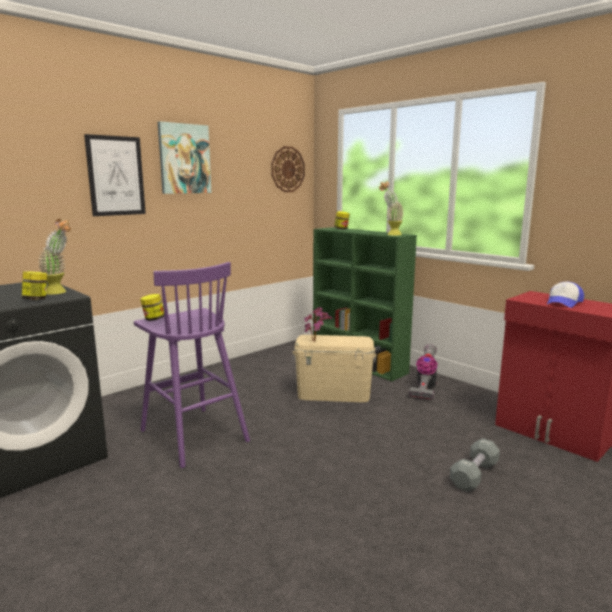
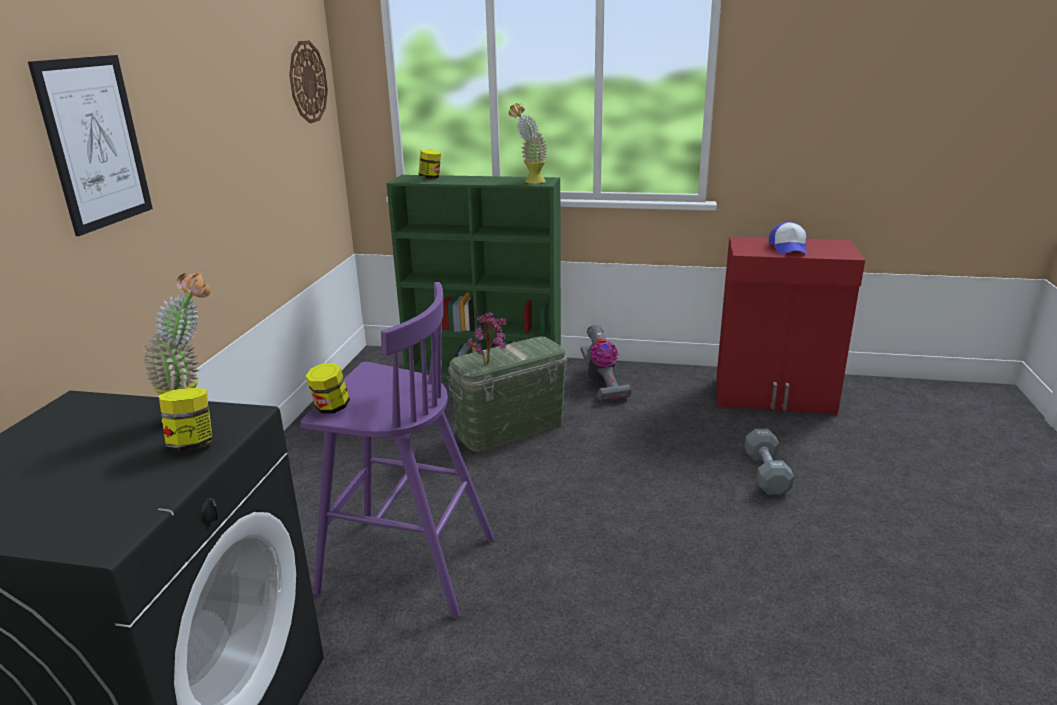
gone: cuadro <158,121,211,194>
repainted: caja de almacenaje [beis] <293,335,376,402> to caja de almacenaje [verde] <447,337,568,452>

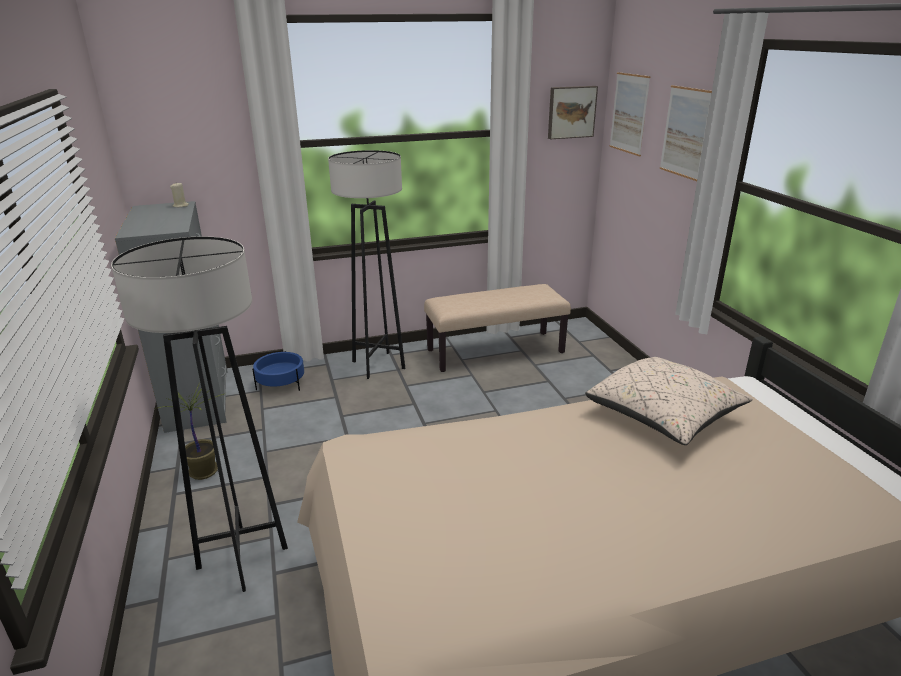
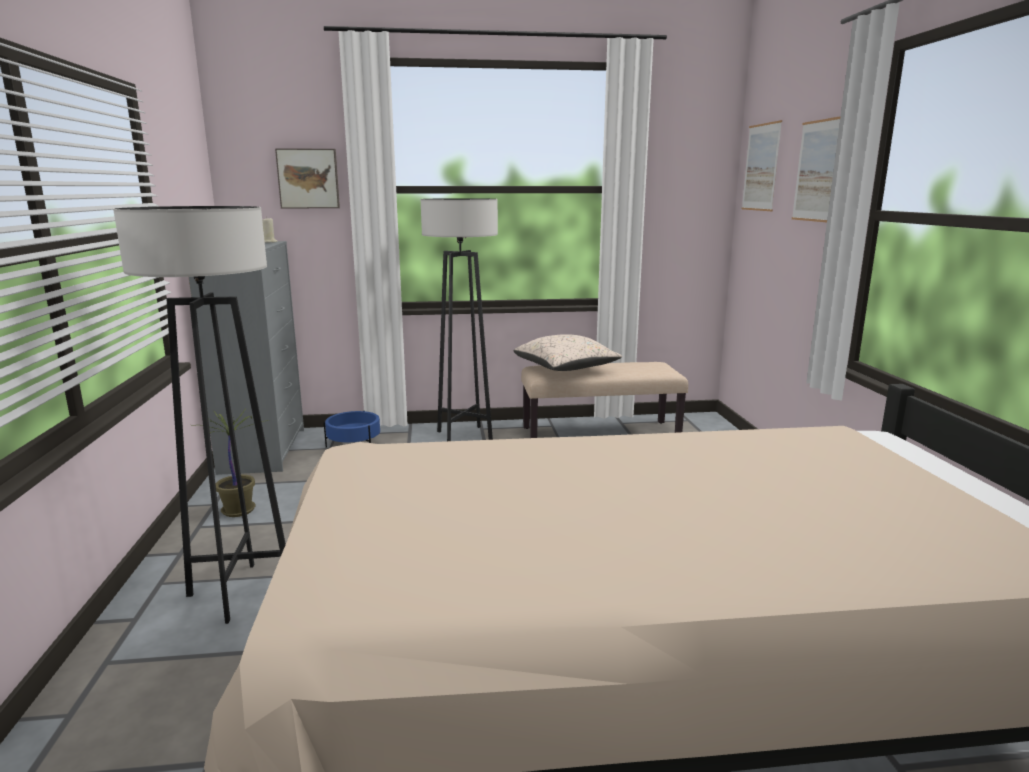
shifted: cuadro <548,86,598,139> to <275,148,340,208>; cojín [beis] <585,357,753,445> to <514,334,622,371>

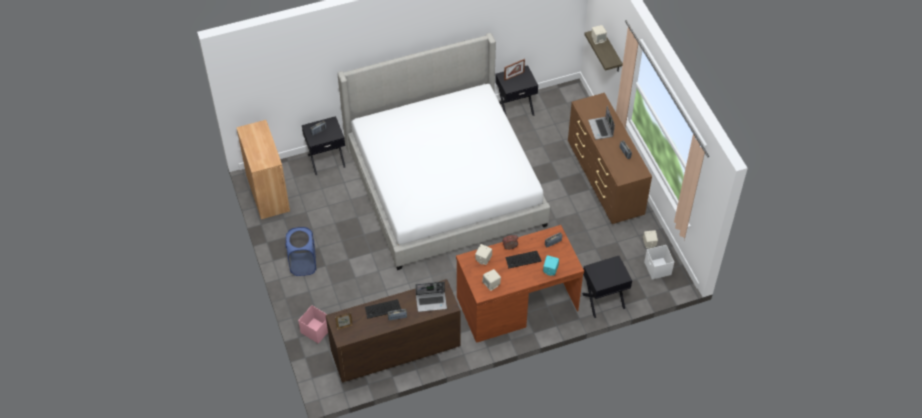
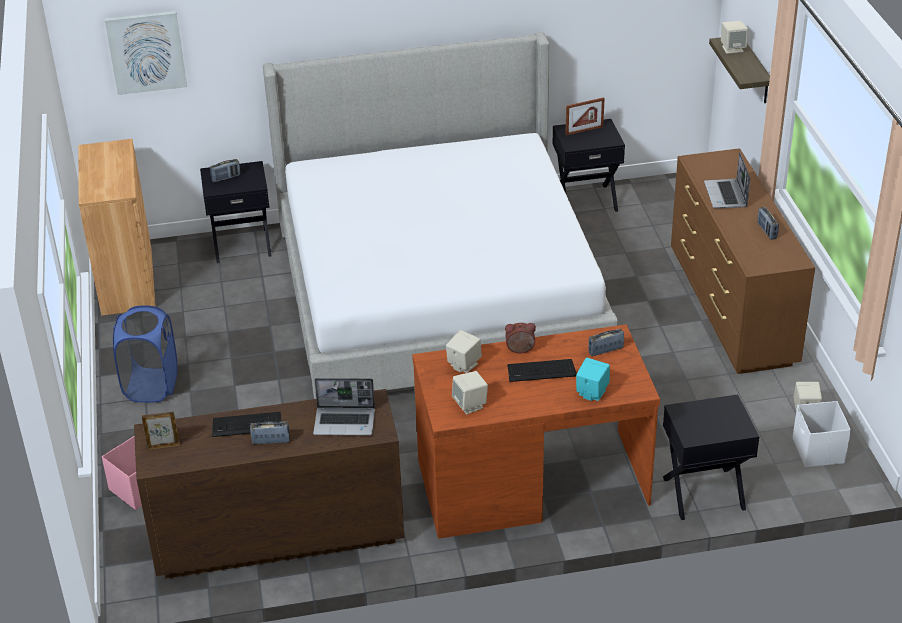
new: cuadro <105,11,187,95>

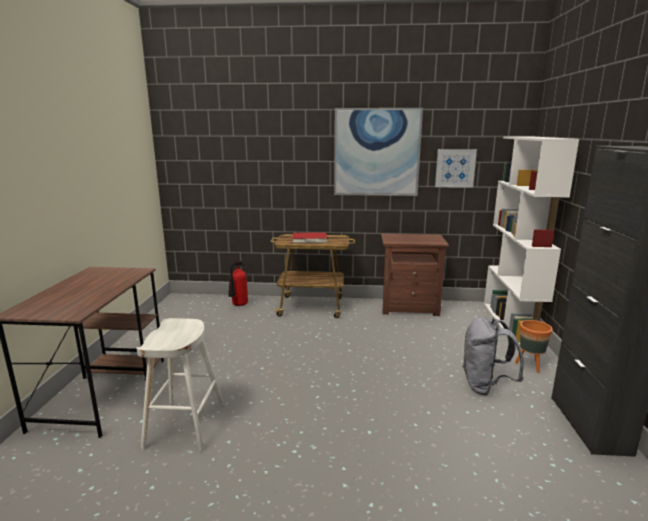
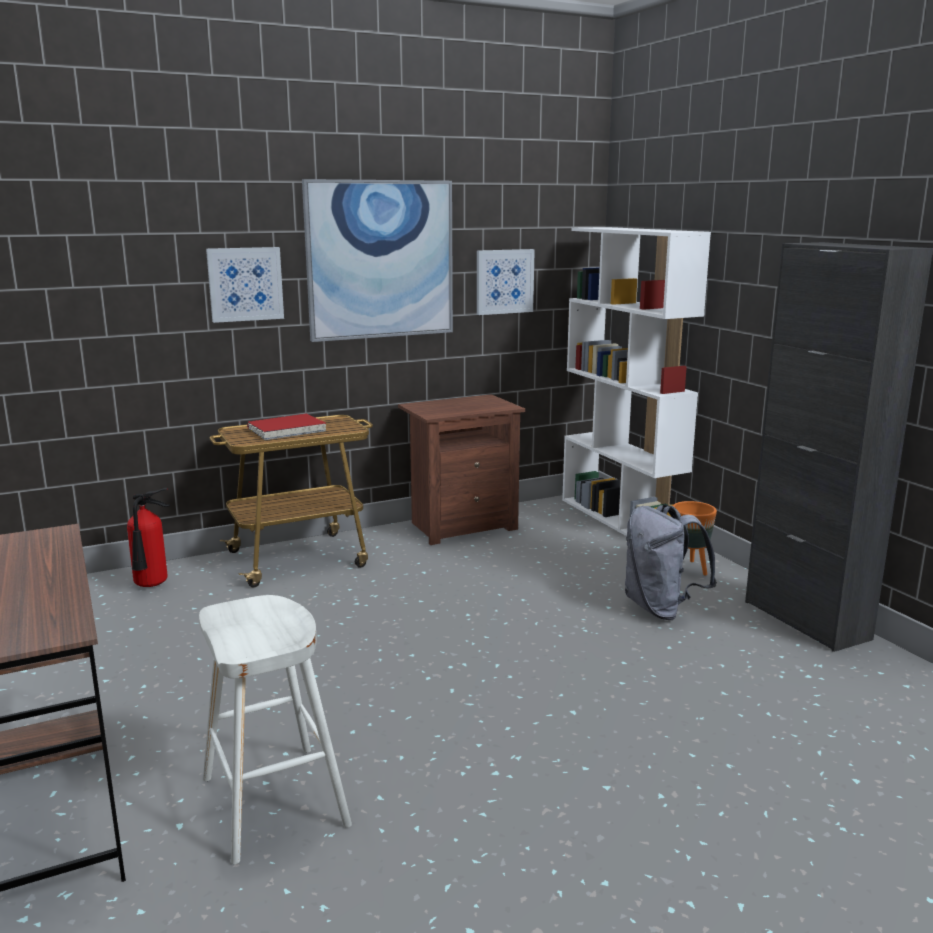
new: cuadro <206,247,284,323>

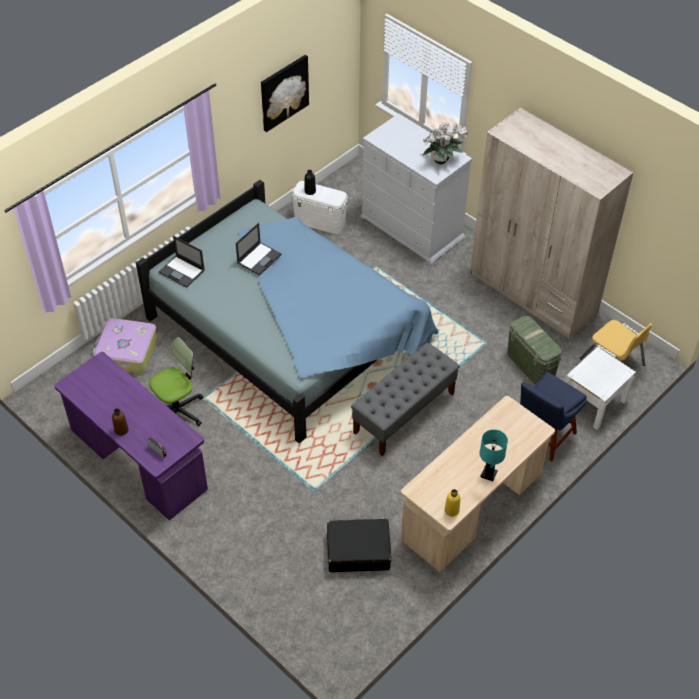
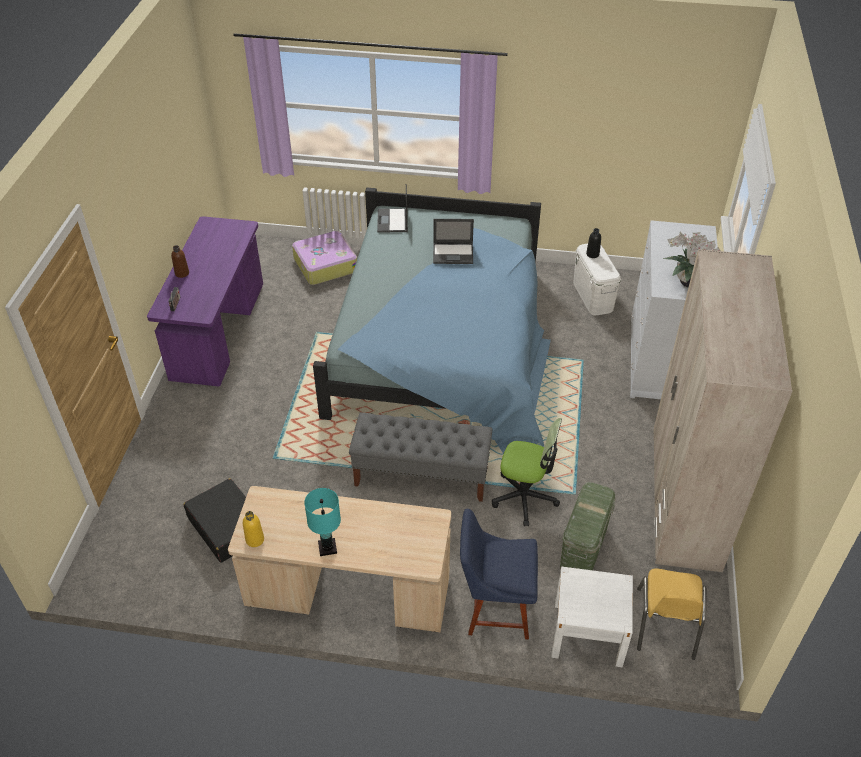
gone: cuadro <261,55,309,132>
shifted: silla de oficina <149,337,203,426> to <492,418,562,526>

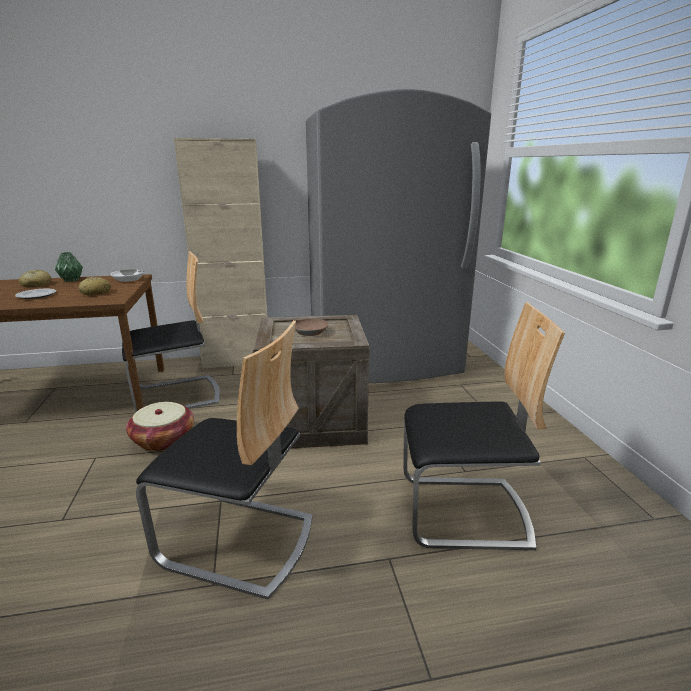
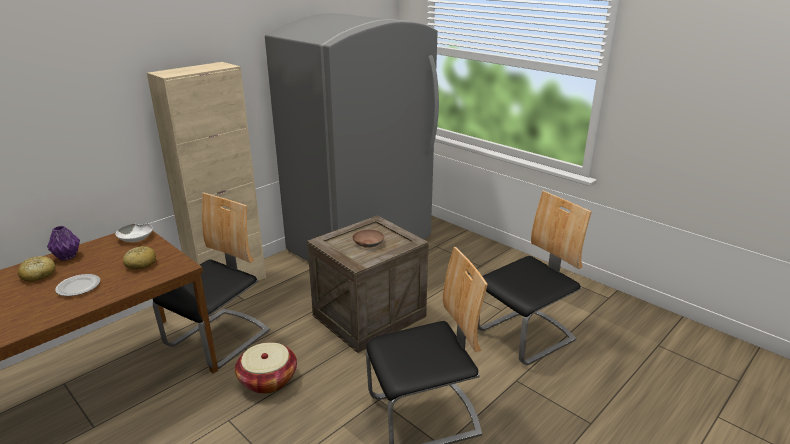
repainted: florero [verde] <55,252,83,282> to florero [morado] <47,226,80,260>

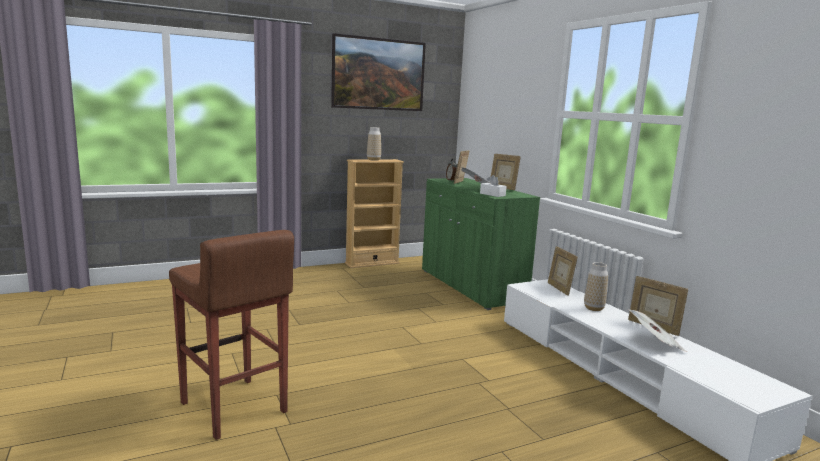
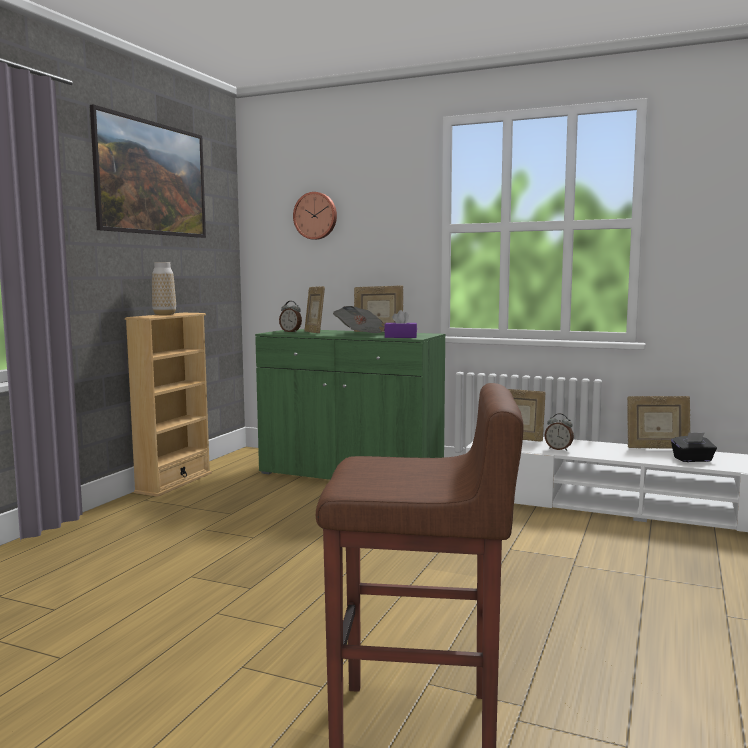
gone: florero <584,262,608,311>
new: reloj de pared <293,192,337,240>; despertador <545,413,574,451>
swapped: periódico <628,309,687,352> to caja de pañuelos [negro] <671,433,717,462>
repainted: caja de pañuelos [blanco] <480,175,507,197> to caja de pañuelos [morado] <384,310,417,338>

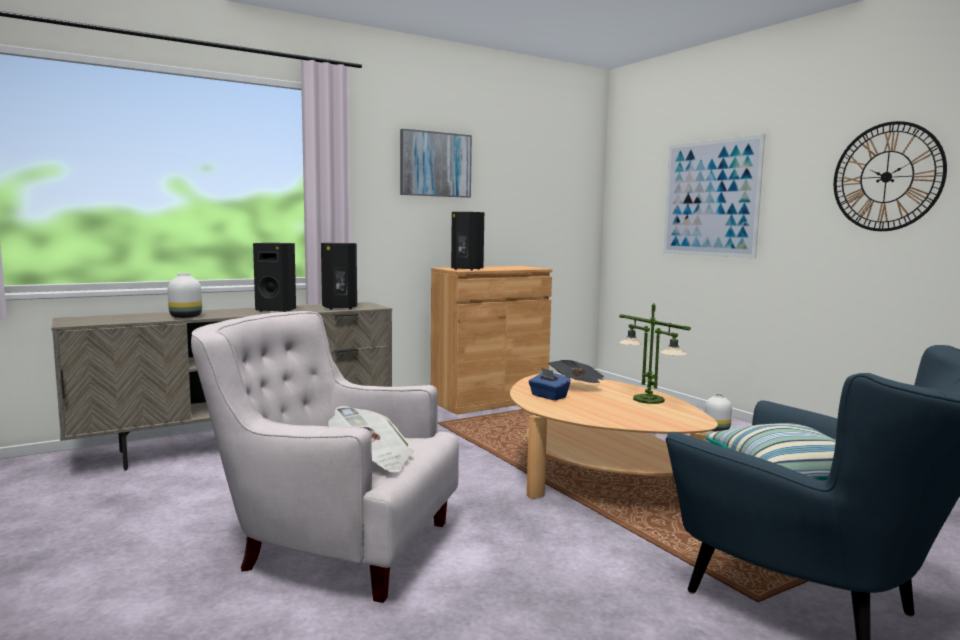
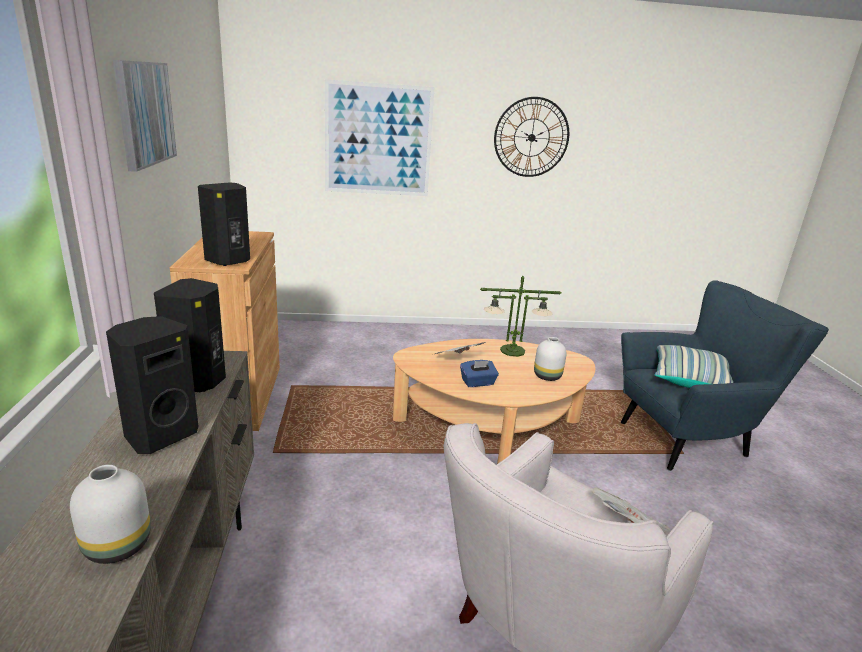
shifted: florero [blanco] <705,393,732,432> to <534,337,566,381>

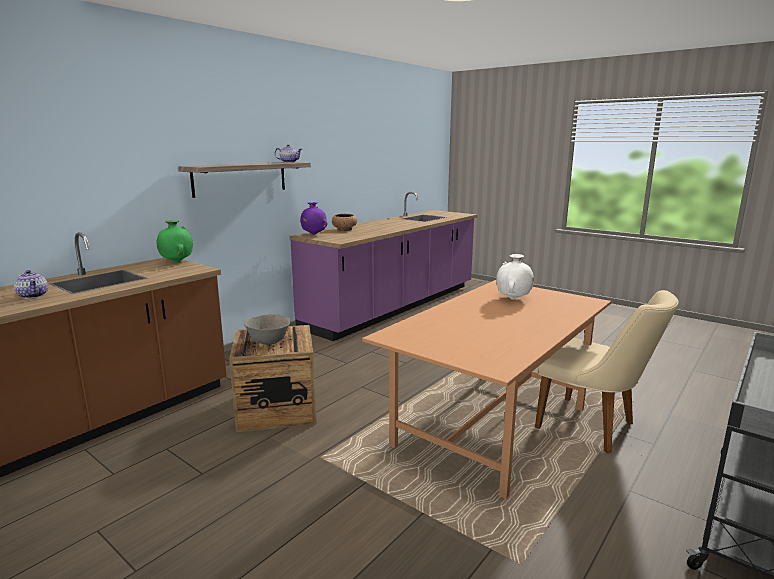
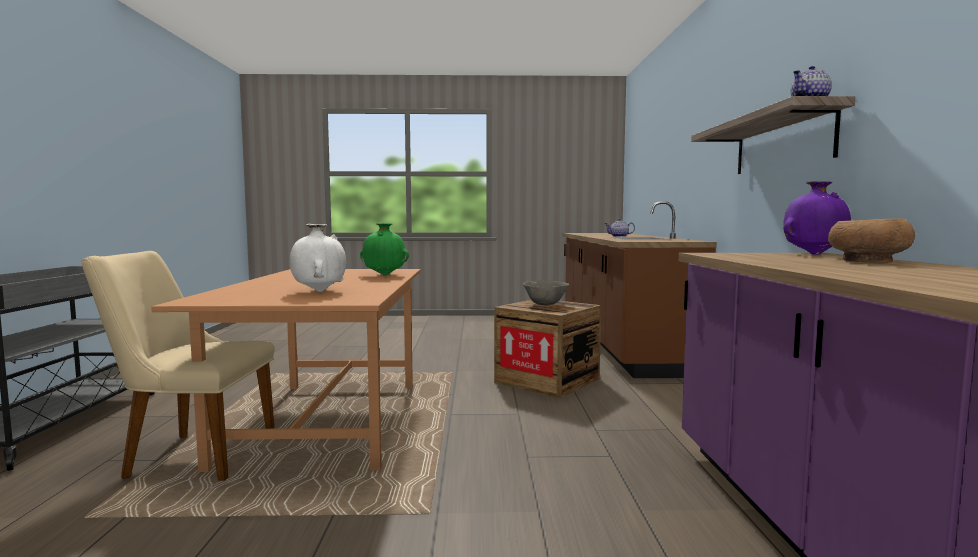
shifted: florero [verde] <157,220,193,263> to <360,223,409,276>

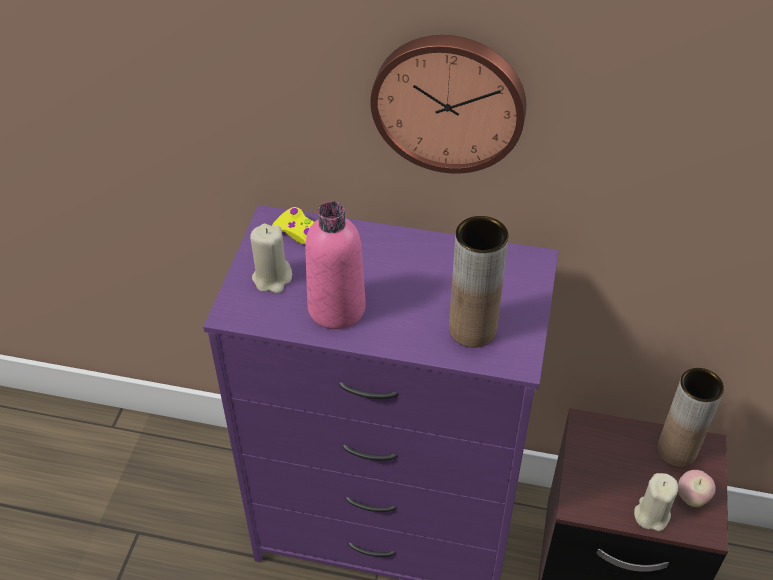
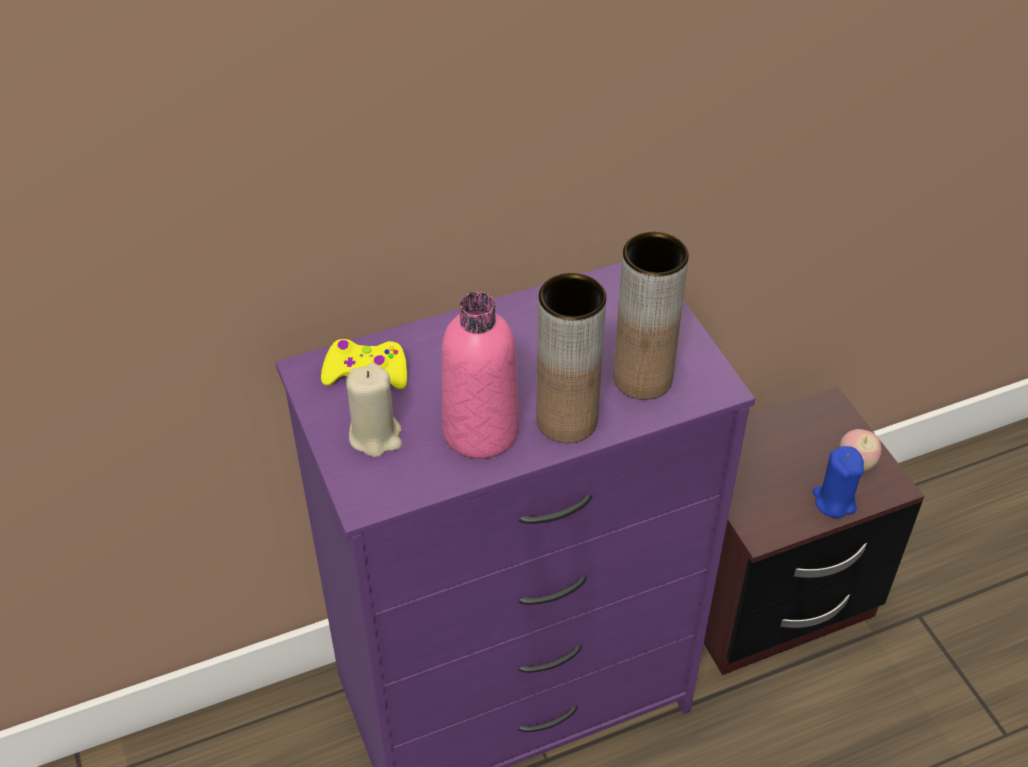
gone: reloj de pared <370,35,526,174>
shifted: florero [marrón] <657,368,724,467> to <536,273,606,443>
repainted: vela [beis] <634,473,678,531> to vela [azul] <812,446,864,518>

